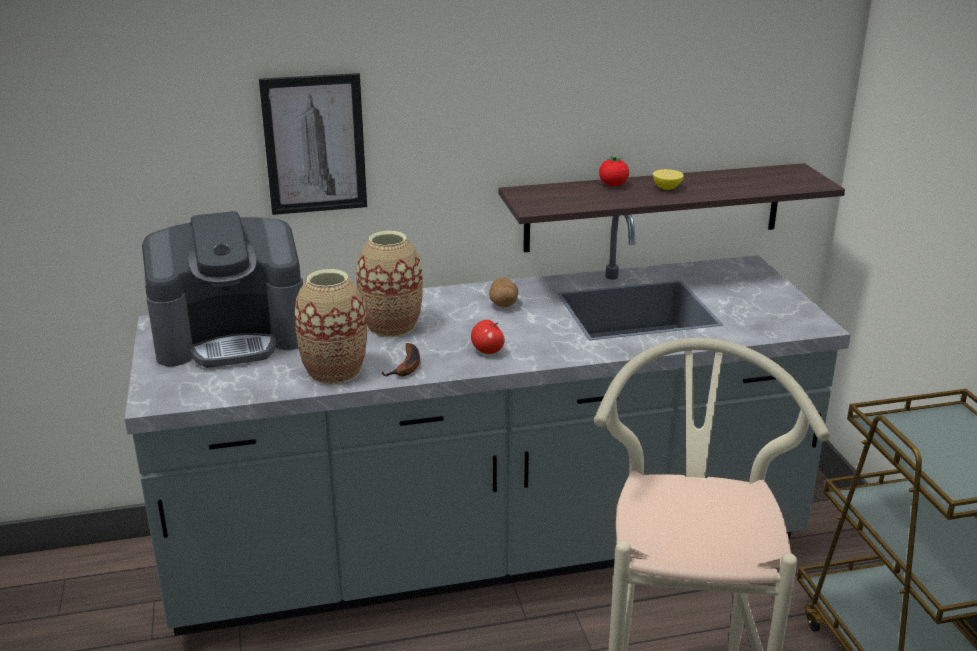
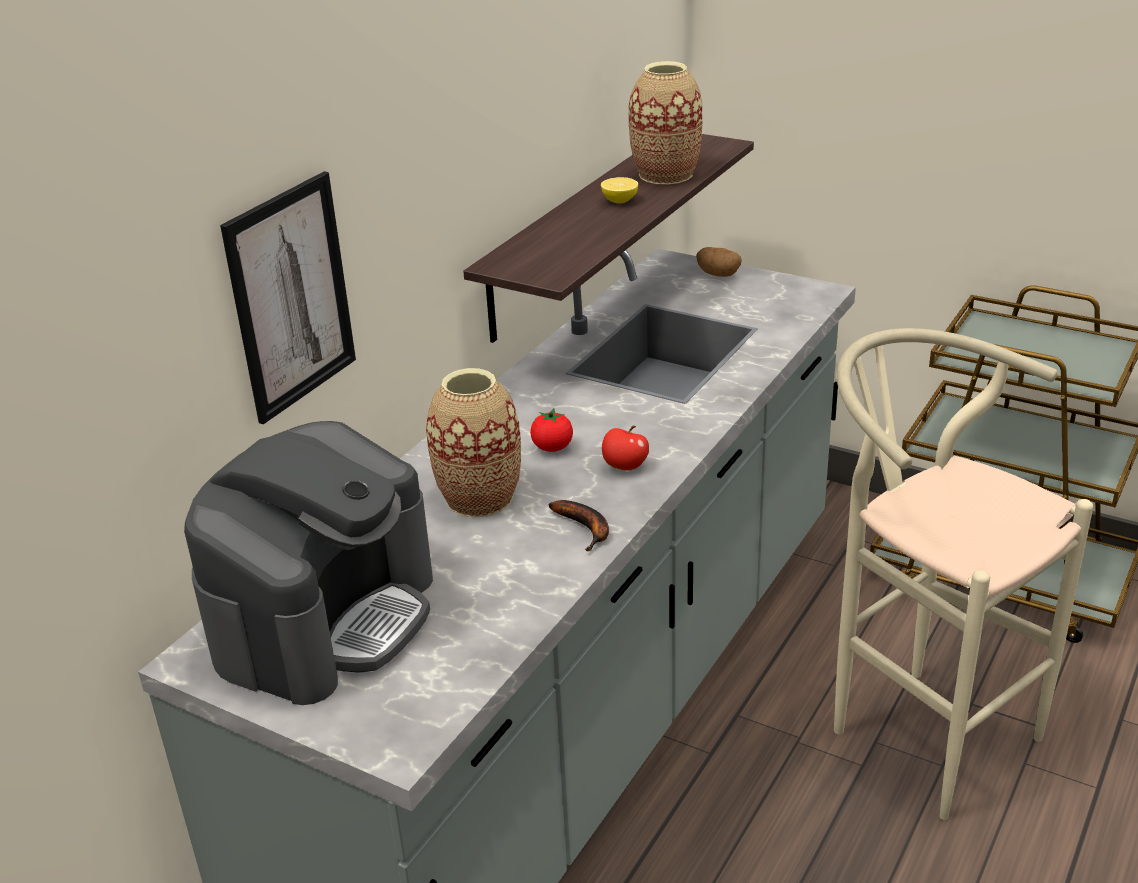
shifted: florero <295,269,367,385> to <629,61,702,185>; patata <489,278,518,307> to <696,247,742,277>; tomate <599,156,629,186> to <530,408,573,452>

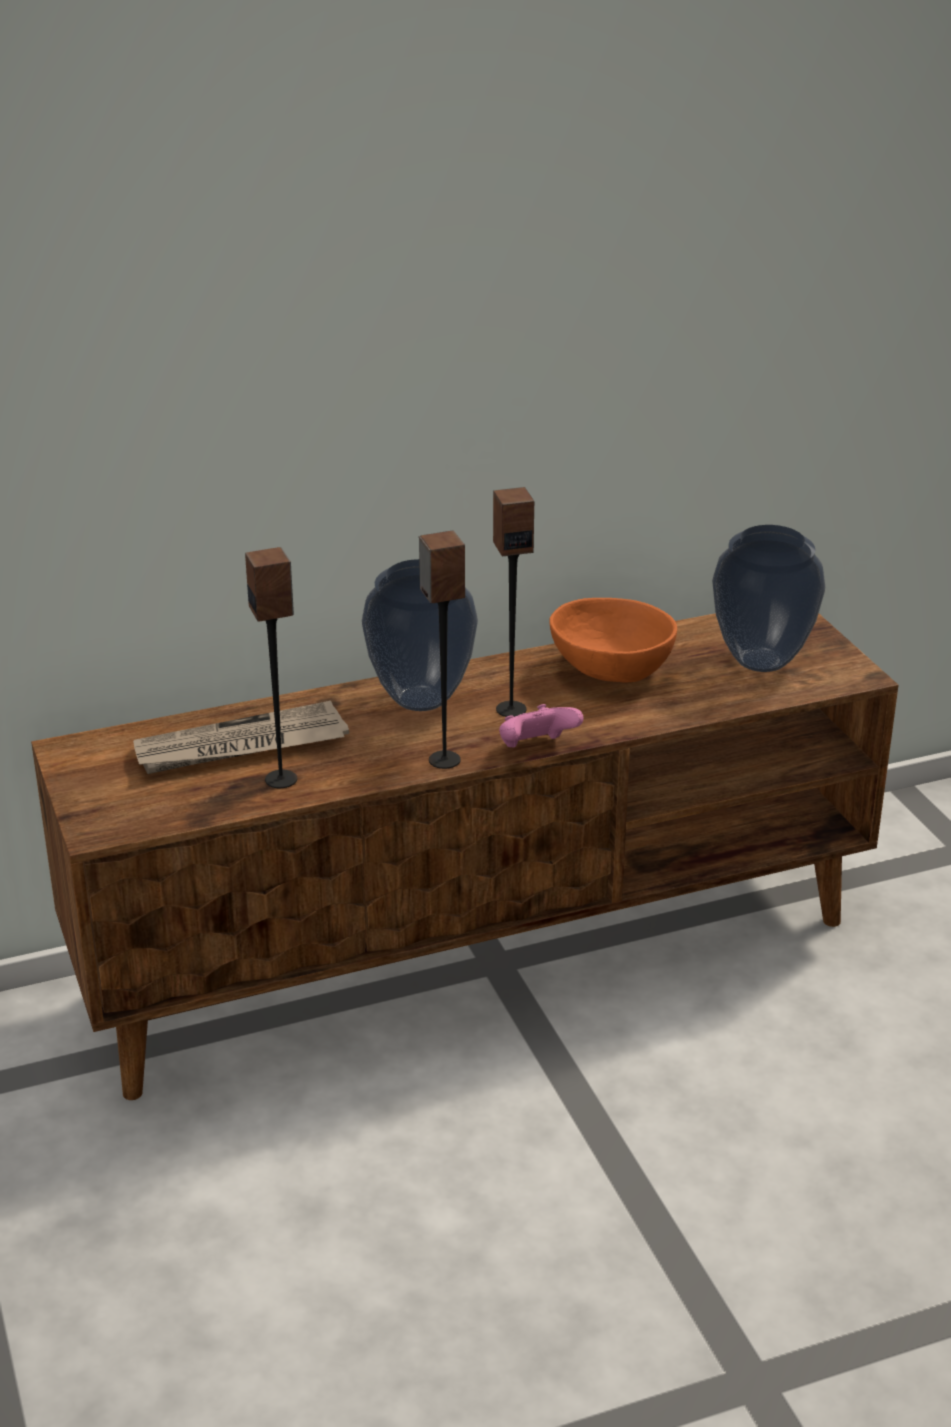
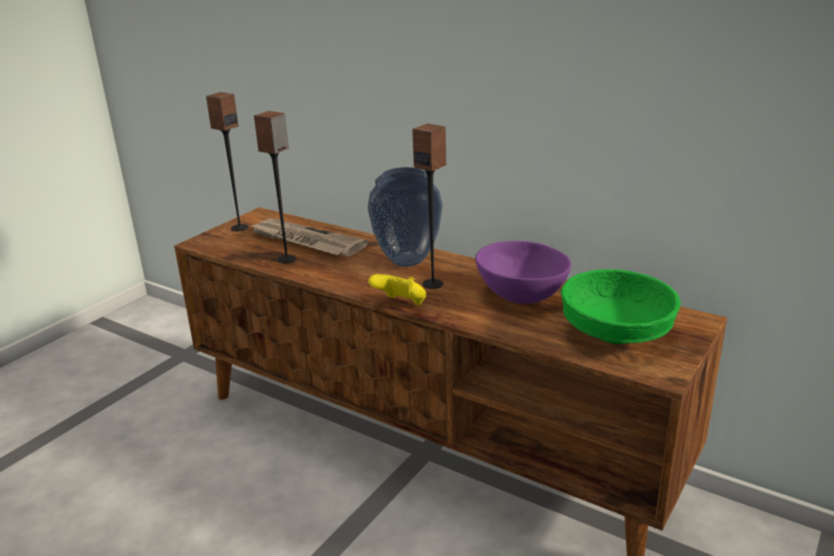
shifted: altavoz <419,530,465,769> to <206,92,249,231>
swapped: florero <712,525,825,672> to cuenco [verde] <561,269,681,344>
repainted: mando de consola [rosa] <499,704,584,748> to mando de consola [amarillo] <368,274,426,305>; cuenco [naranja] <549,598,677,682> to cuenco [morado] <475,241,571,304>

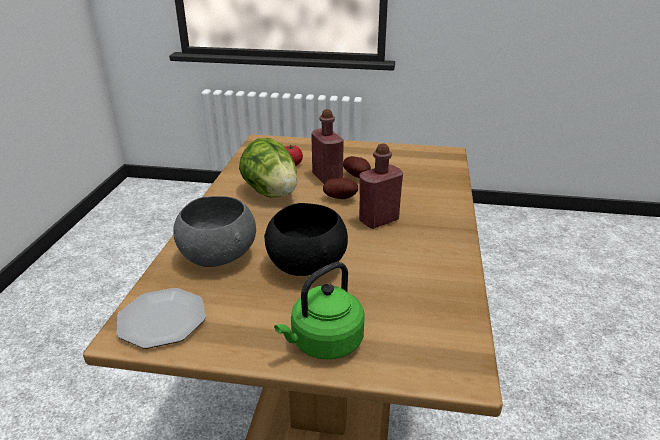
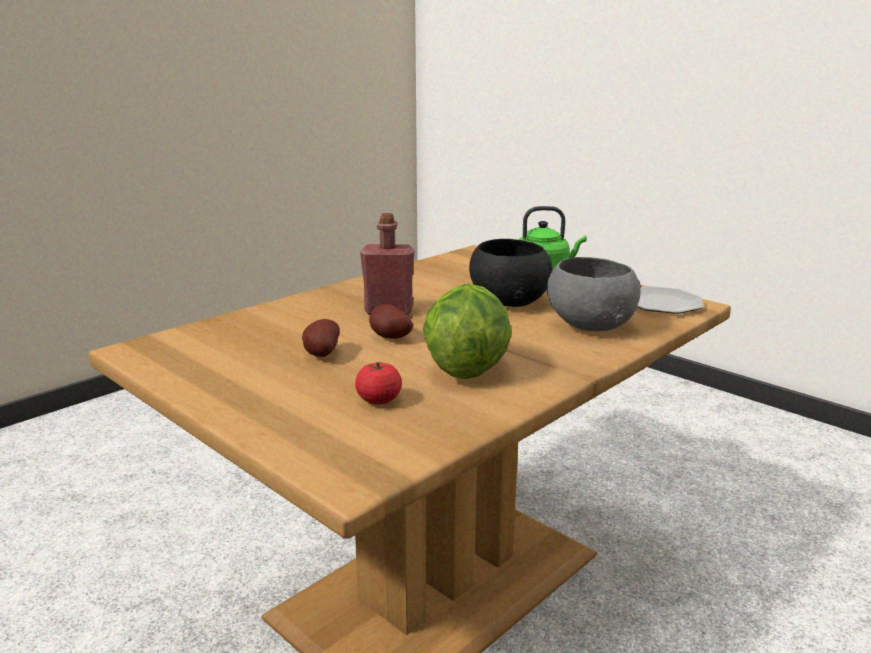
gone: botella [rojo] <311,109,344,184>

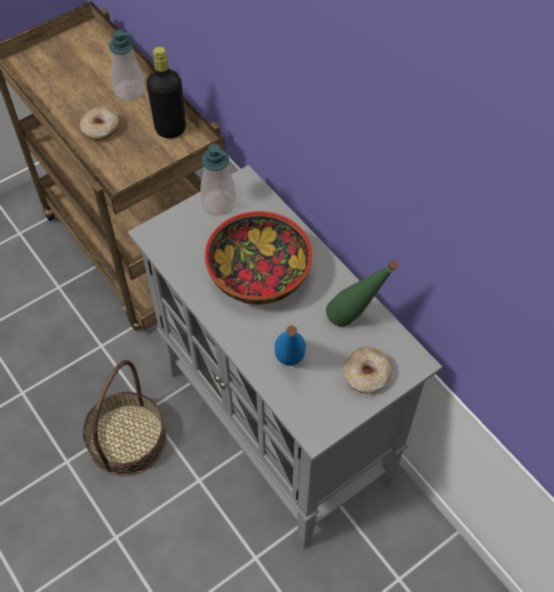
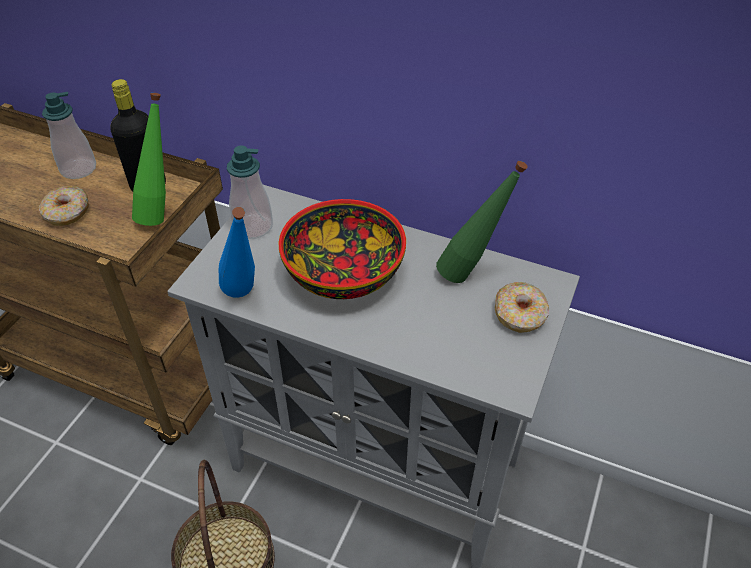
new: botella [verde] <132,93,166,226>
shifted: botella [azul] <275,325,306,366> to <219,207,255,298>

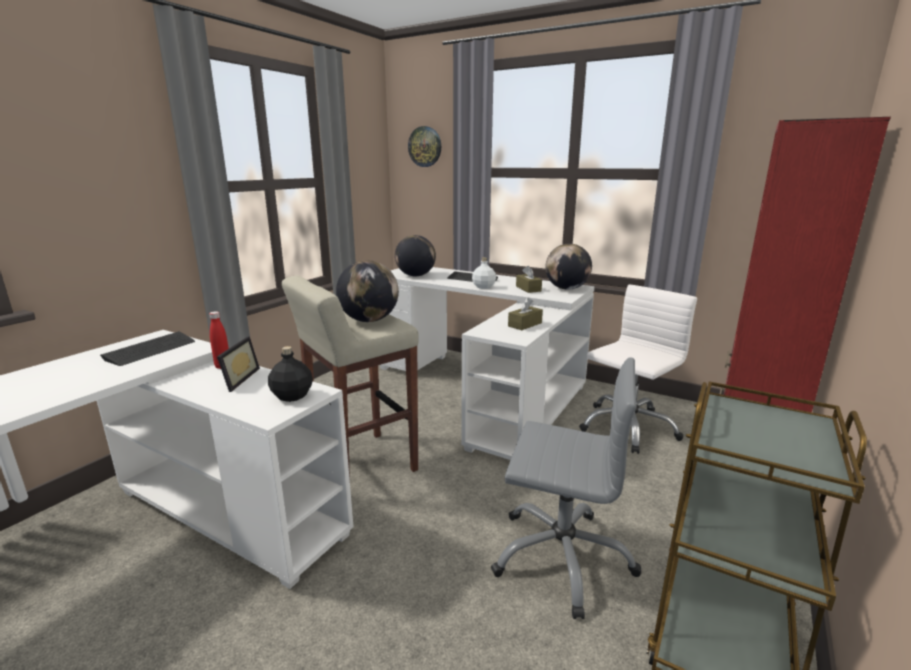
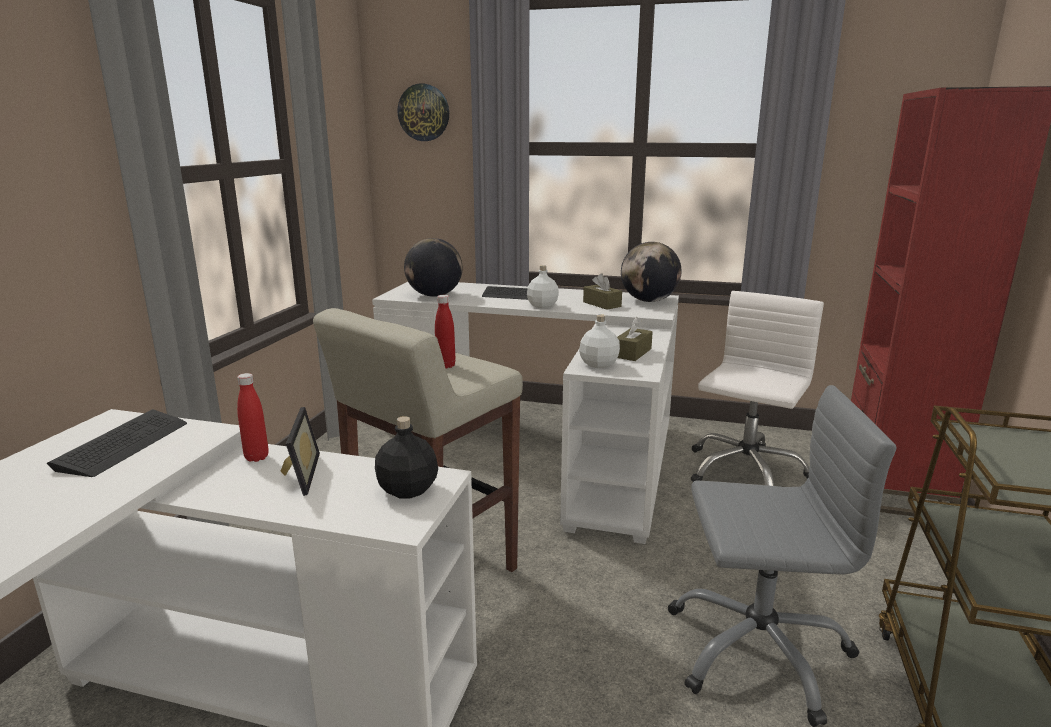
new: botella [blanco] <579,315,620,368>
swapped: globo terráqueo <336,260,399,322> to botella [rojo] <435,295,456,369>

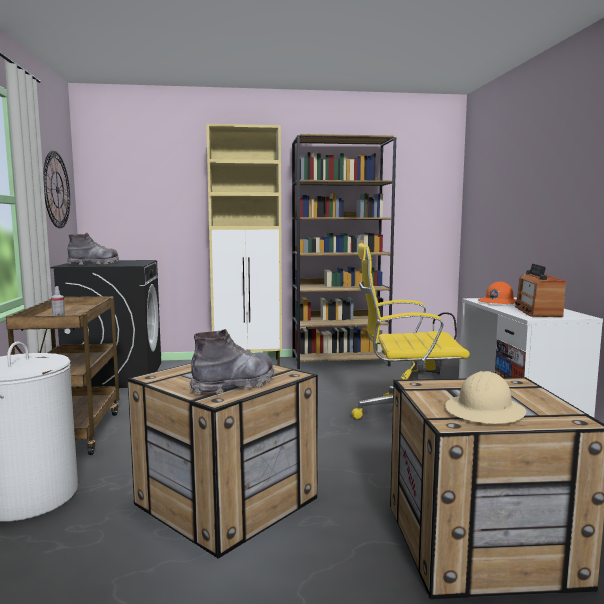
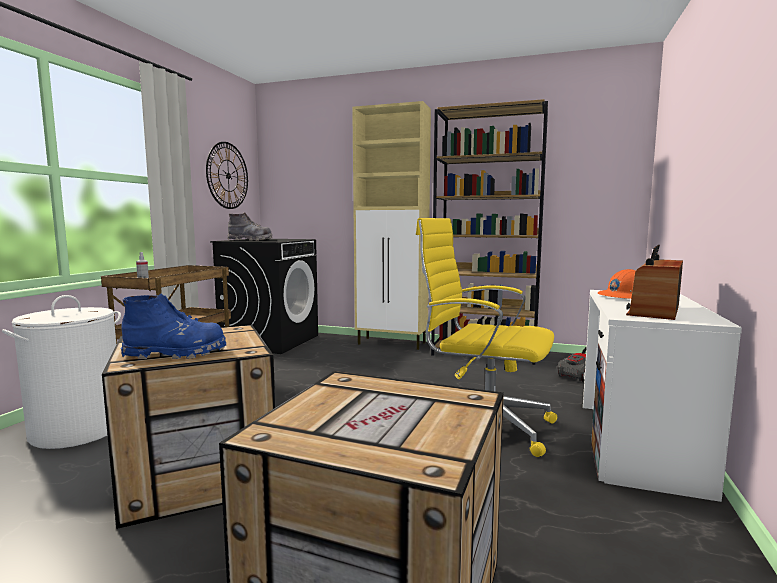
gone: casco [beis] <445,371,526,424>
repainted: bota [gris] <189,329,274,394> to bota [azul] <121,294,226,359>

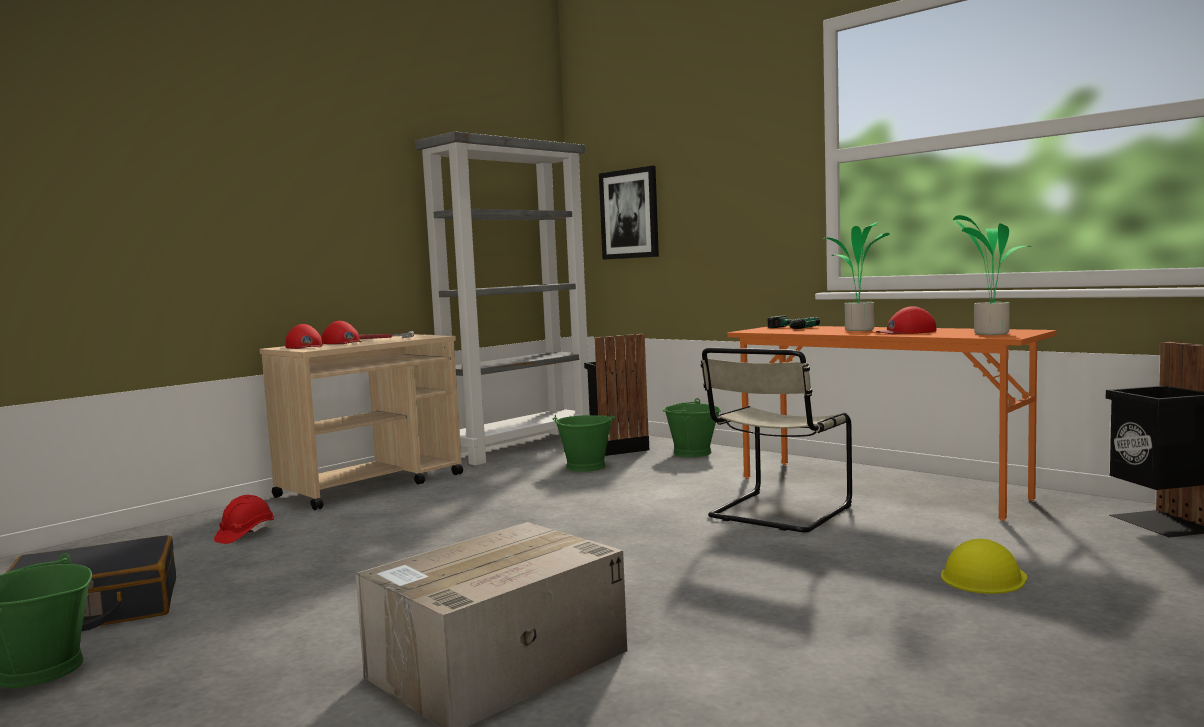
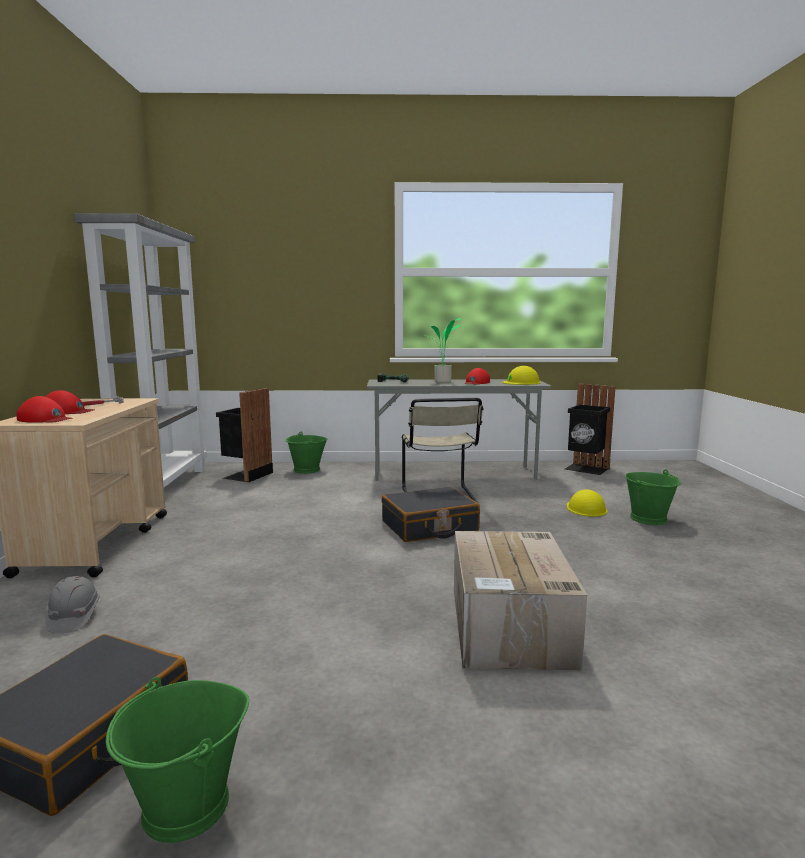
gone: cuadro <599,166,659,260>
new: maleta [negro] <382,487,480,542>
shifted: cubo [verde] <553,414,615,472> to <625,469,681,525>
swapped: planta en maceta <953,215,1031,335> to casco [amarillo] <502,366,541,385>
repainted: casco [rojo] <214,495,274,544> to casco [gris] <45,576,100,634>; escritorio [naranja] <727,326,1056,521> to escritorio [gris] <367,379,552,481>

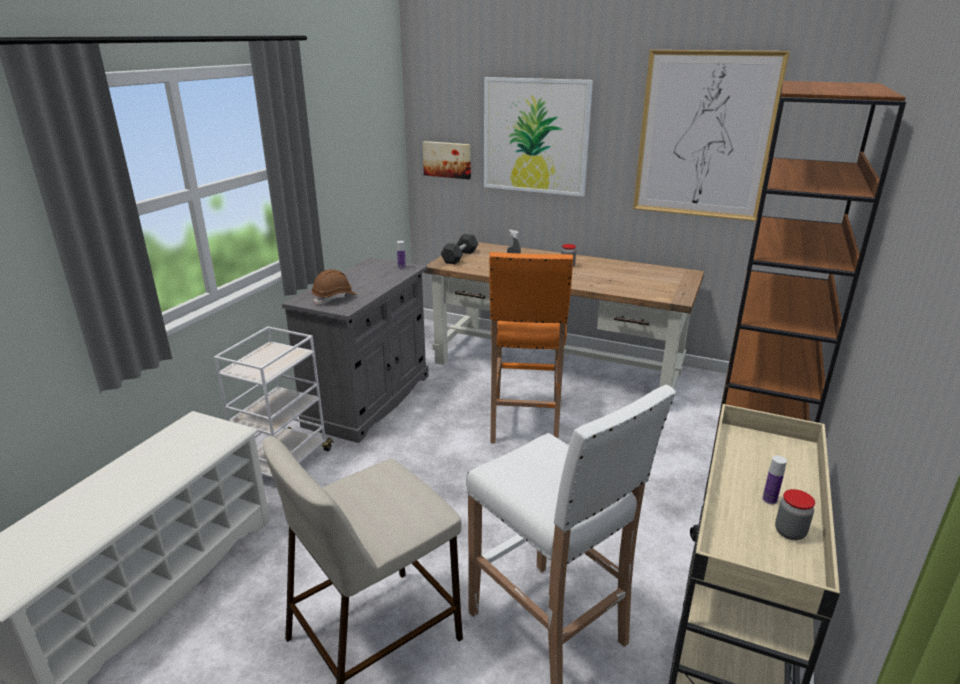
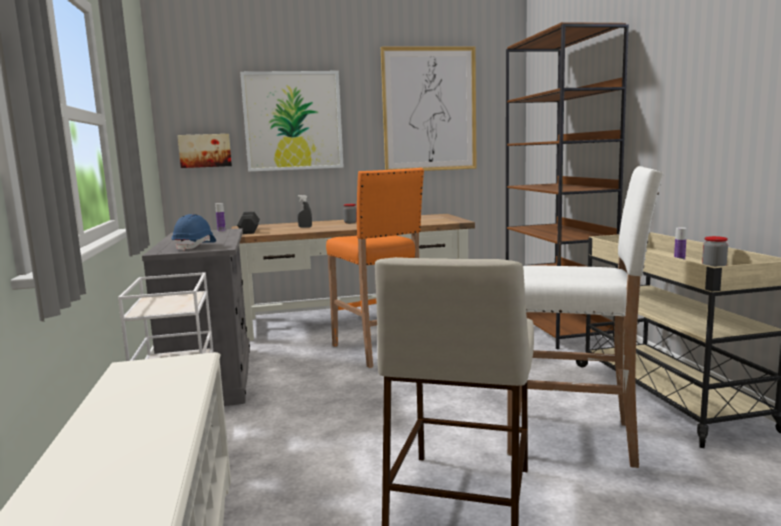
repainted: casco [marrón] <312,269,357,305> to casco [azul] <172,214,216,251>

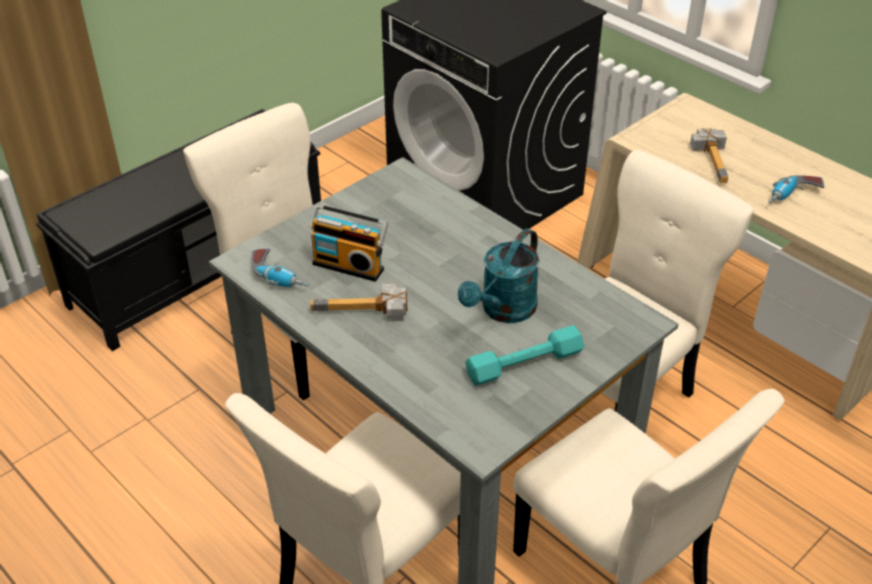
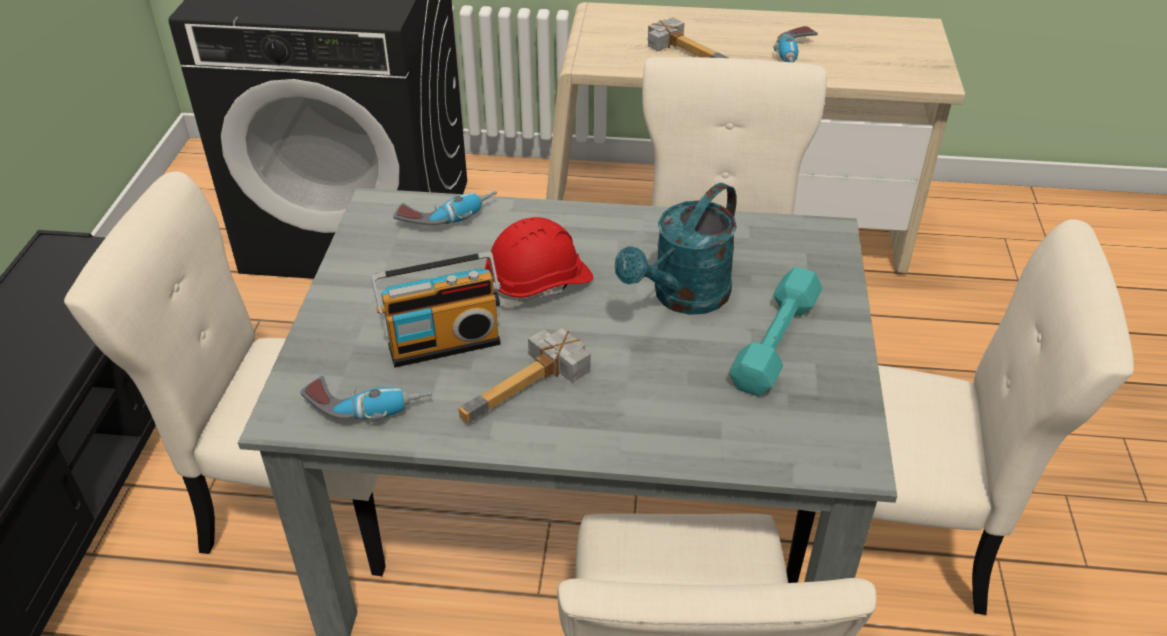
new: taladro <393,191,497,225>; casco [rojo] <484,217,593,308>
rotated: regadera [turquesa] <458,229,539,323> = <615,183,737,315> 45 degrees clockwise

